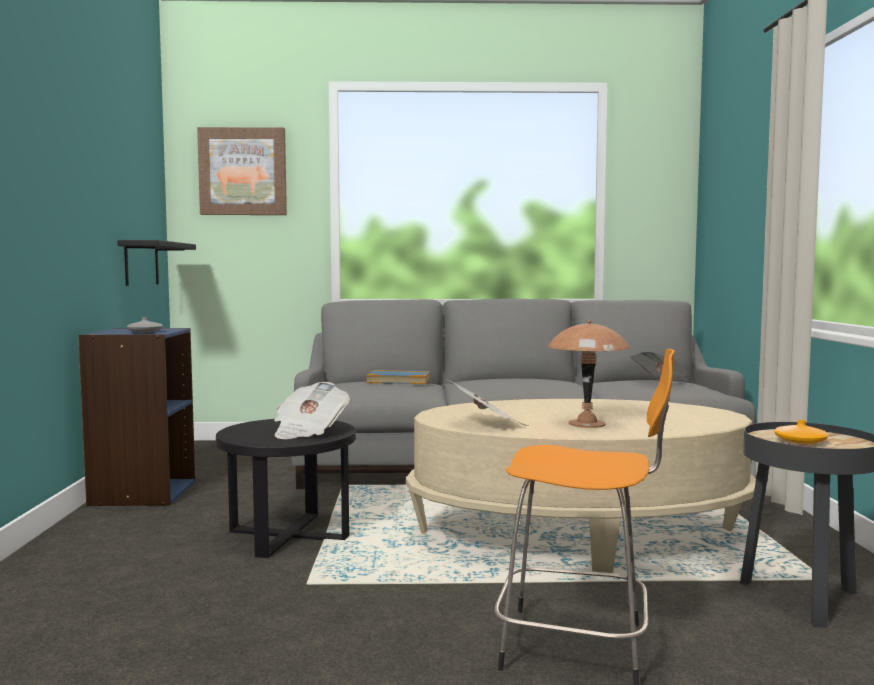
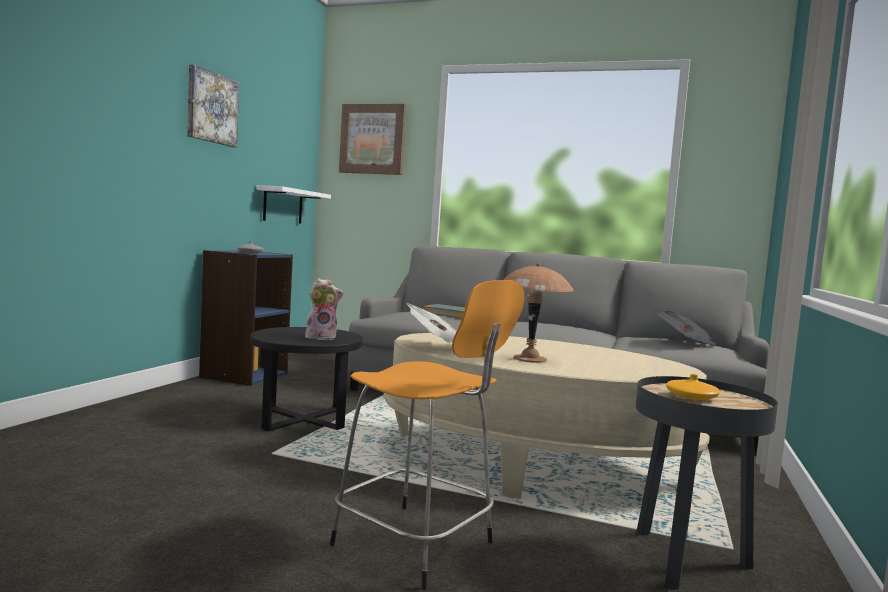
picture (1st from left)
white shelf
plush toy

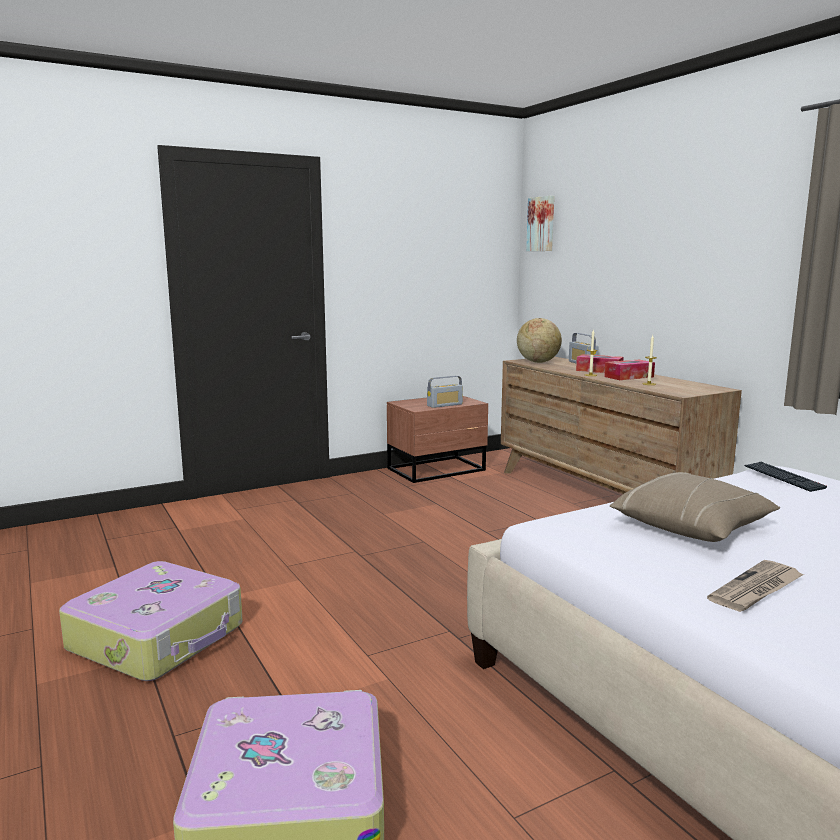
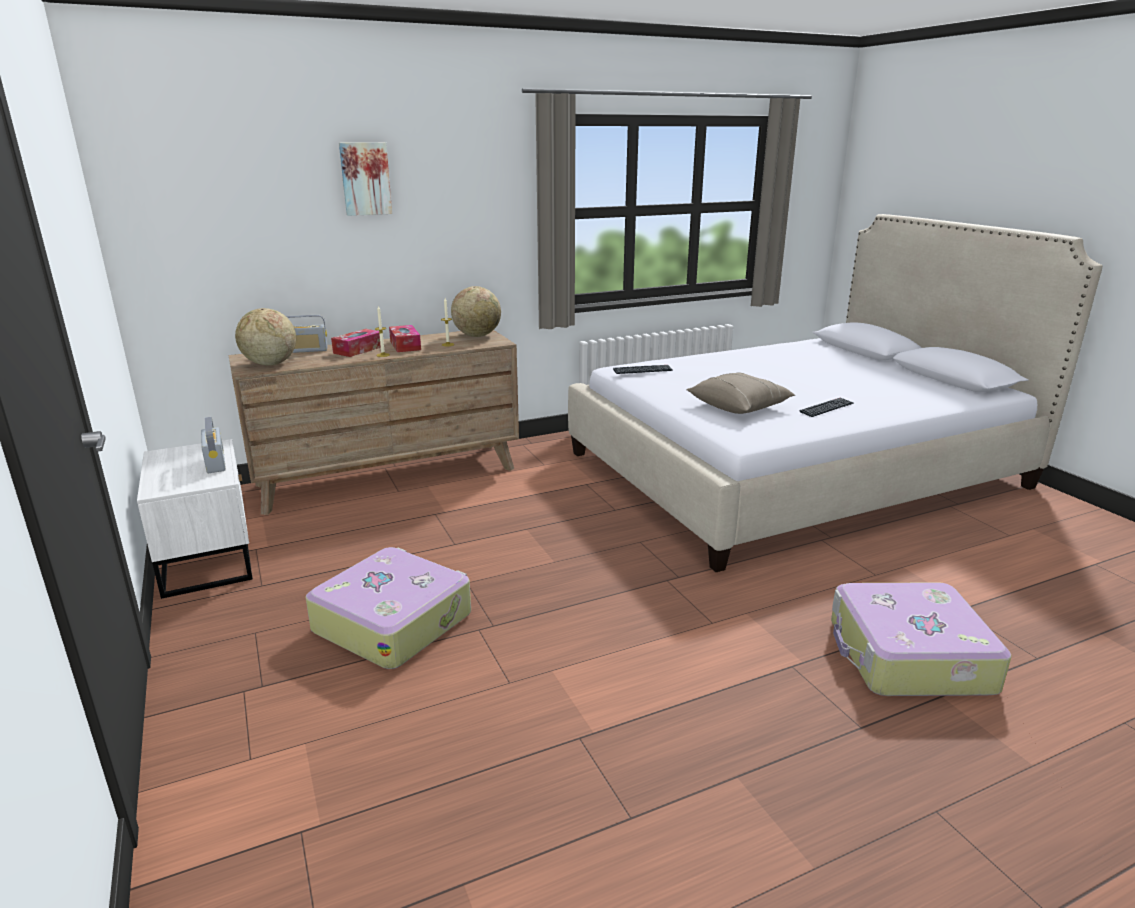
white nightstand
suitcase (1st from left)
picture
globe (2nd from left)
keyboard (2nd from left)

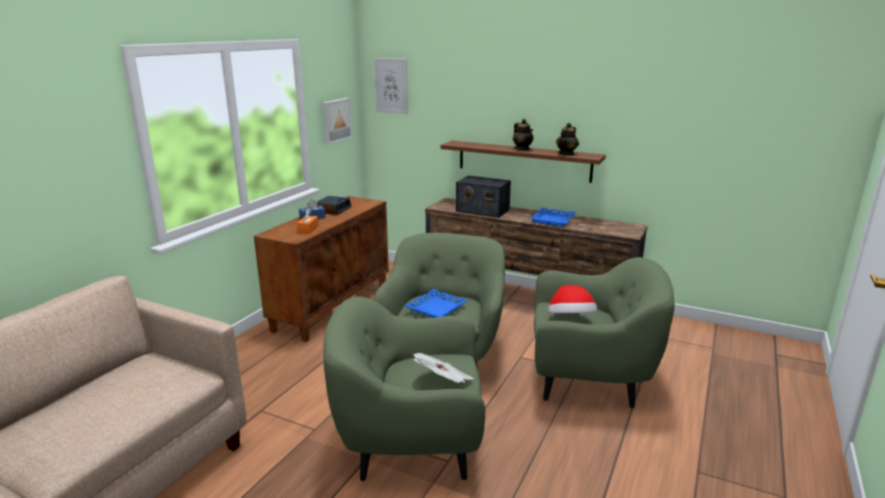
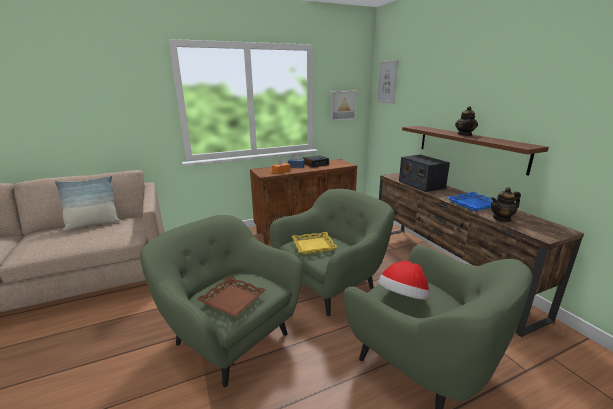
pillow
brown tray
yellow tray
teapot (2nd from left)

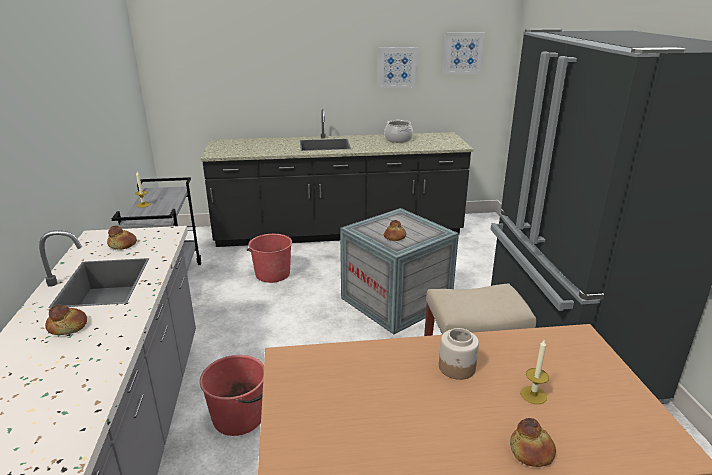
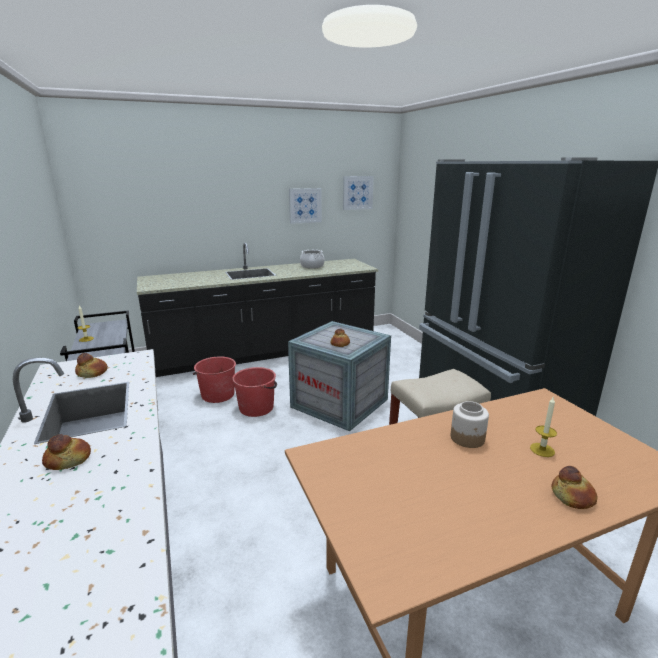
red bucket (2nd from left)

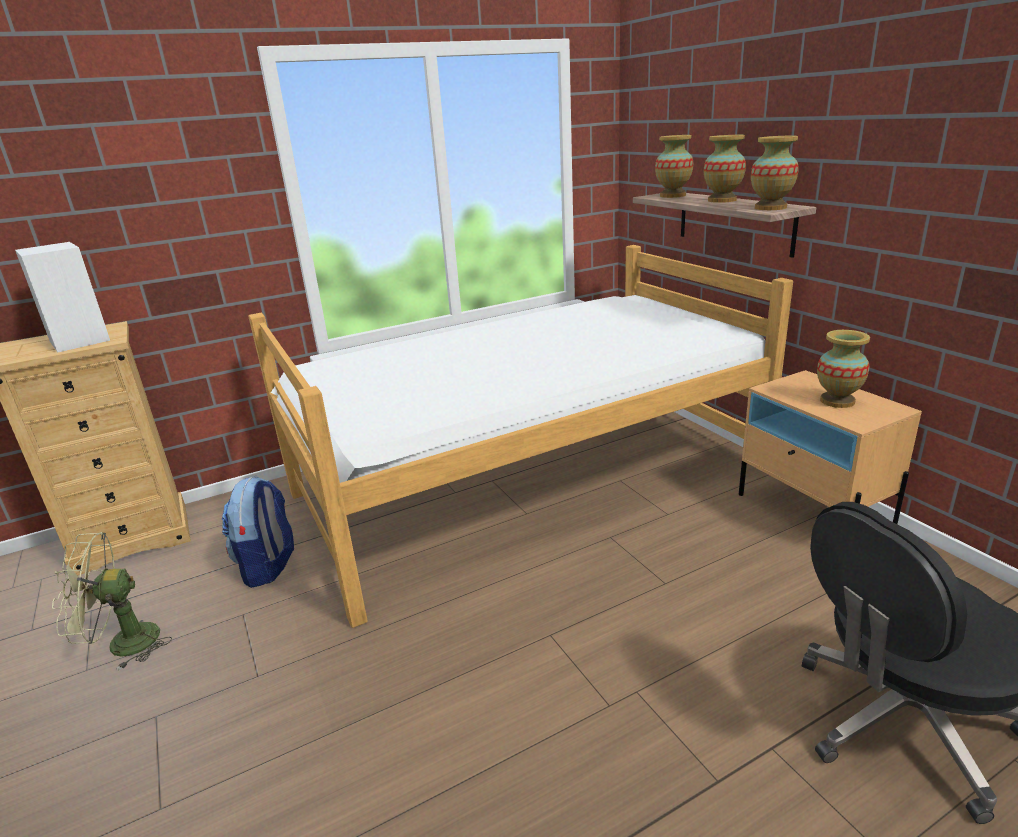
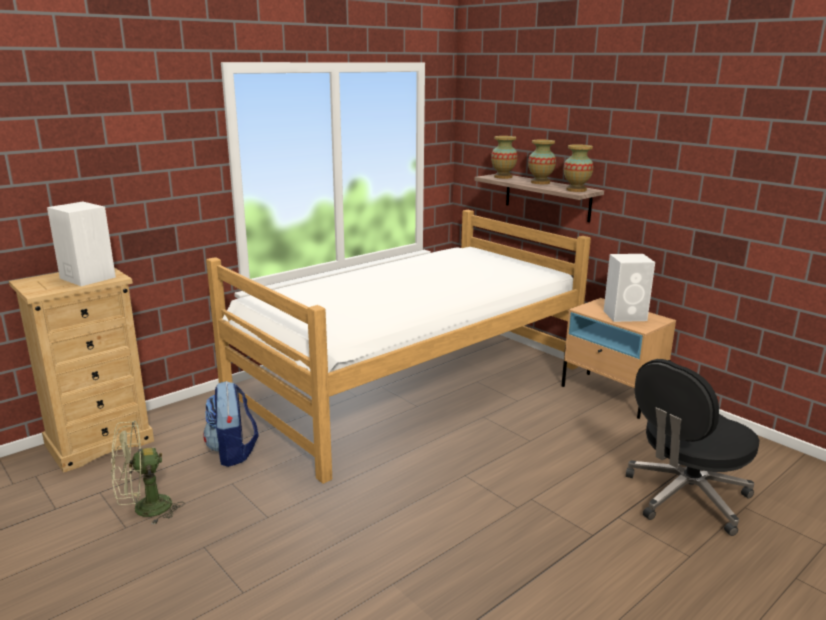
white speaker (2nd from left)

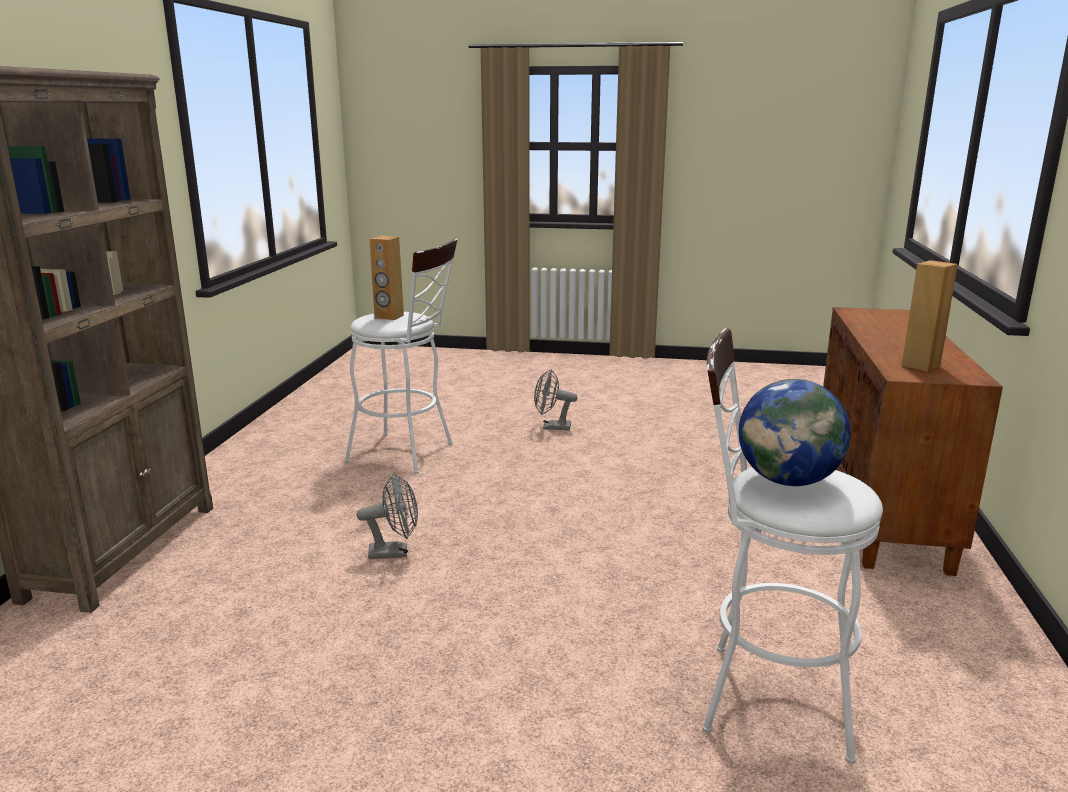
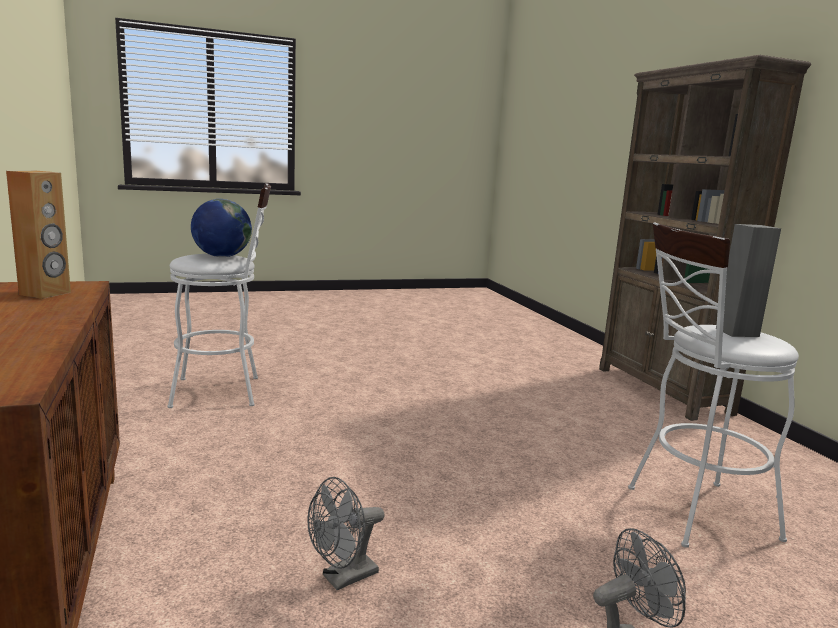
grey fan (1st from left)
grey speaker

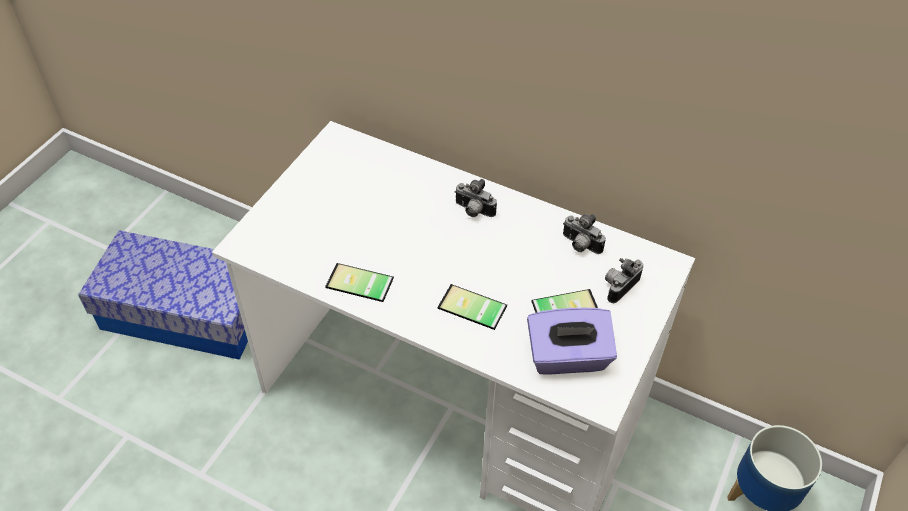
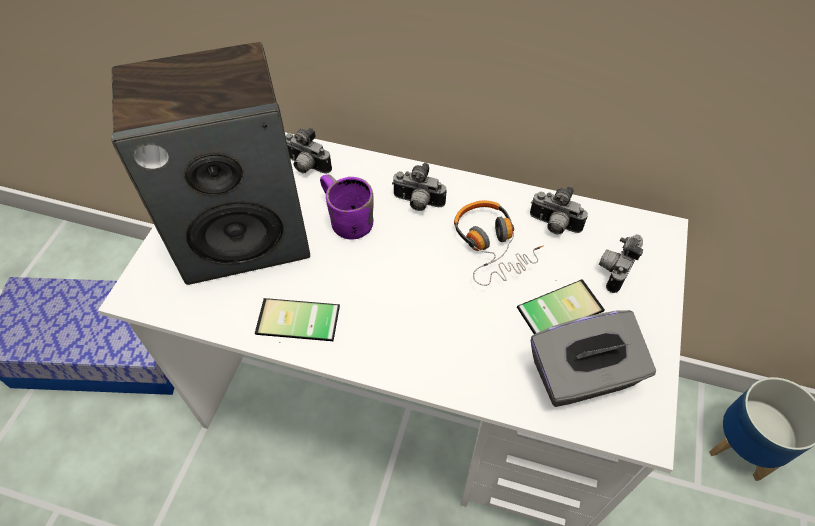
speaker
photo camera (1st from left)
purple mug
headphones
grey tissue box
phone (2nd from left in the first image)

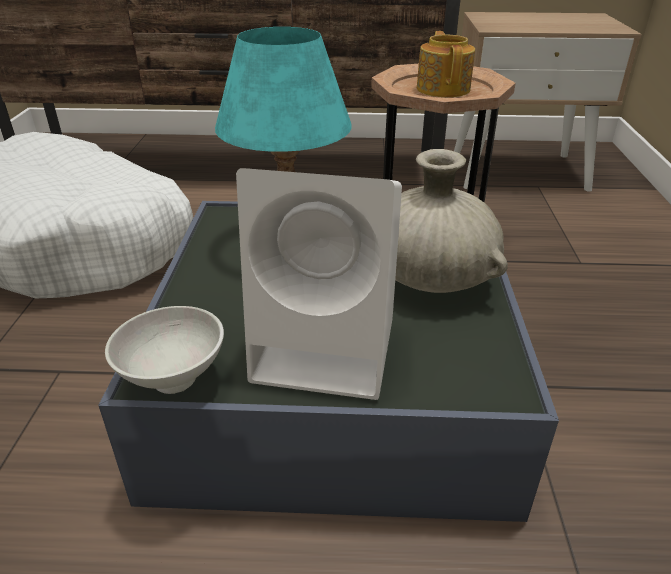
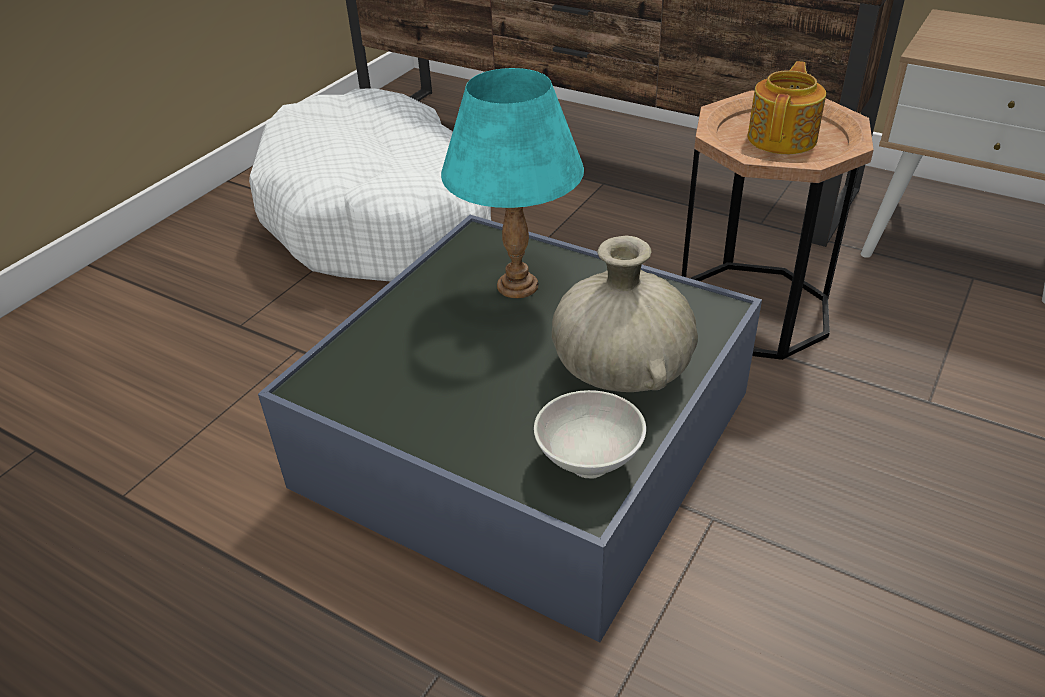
white bowl
white speaker

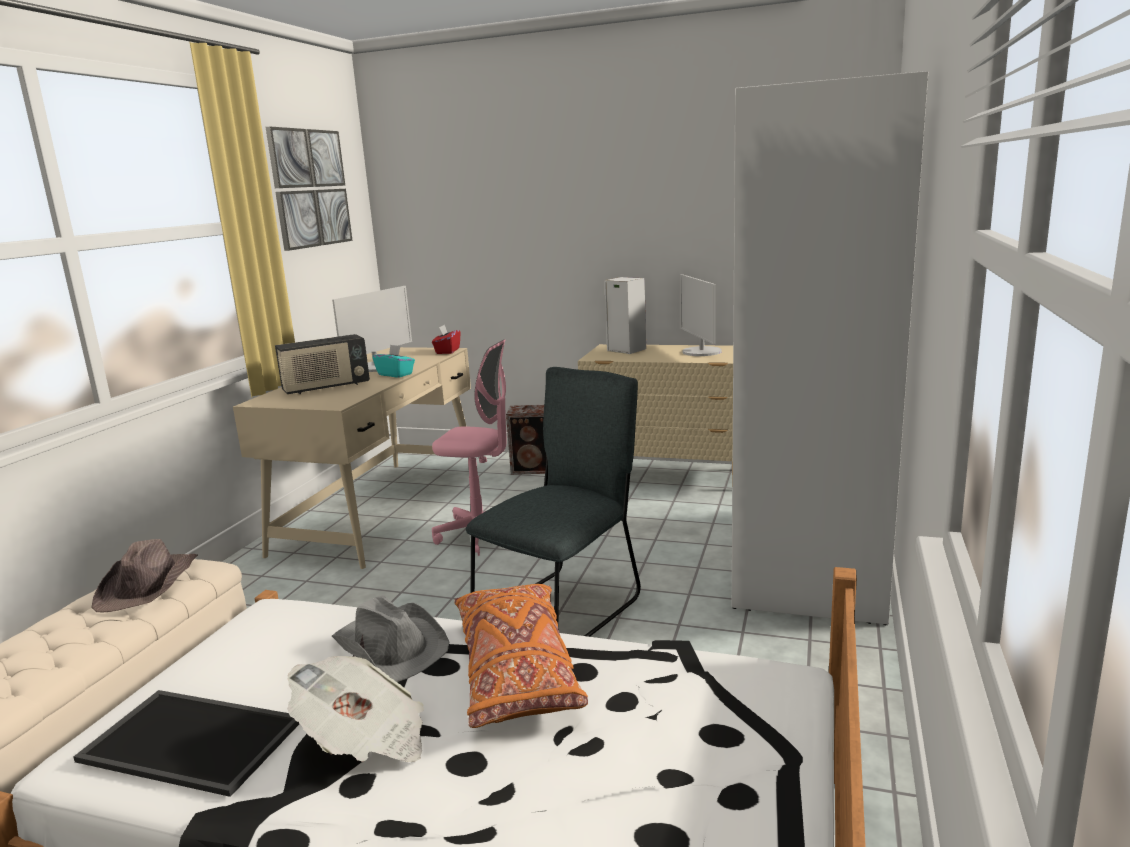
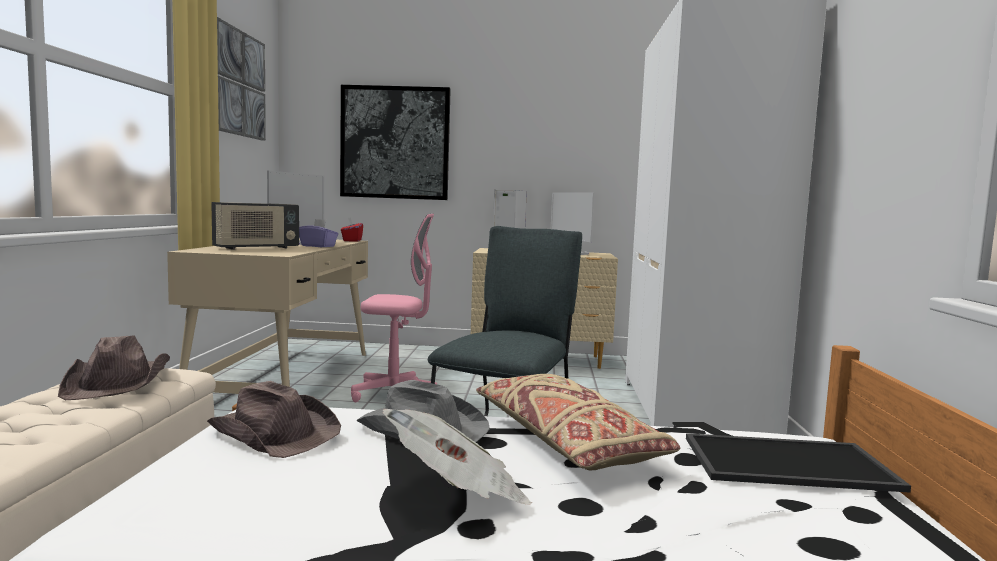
brown hat (2nd from left)
purple tissue box
picture (2nd from left)
beige pillow
tray
speaker (1st from left in the first image)

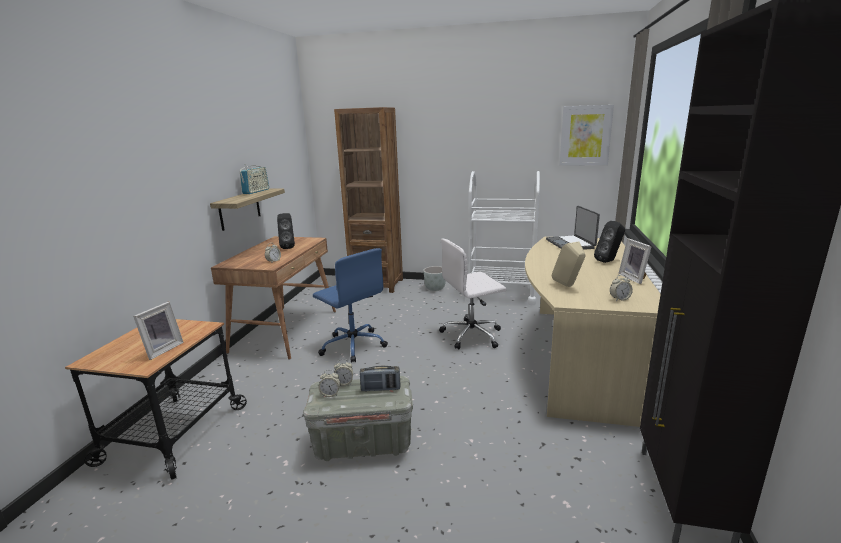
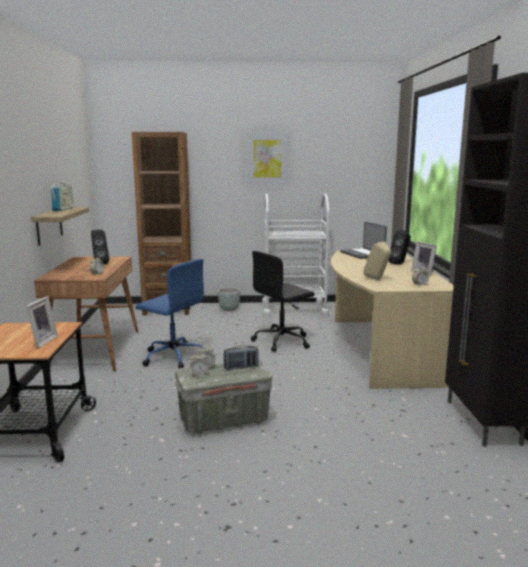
picture
black office chair

